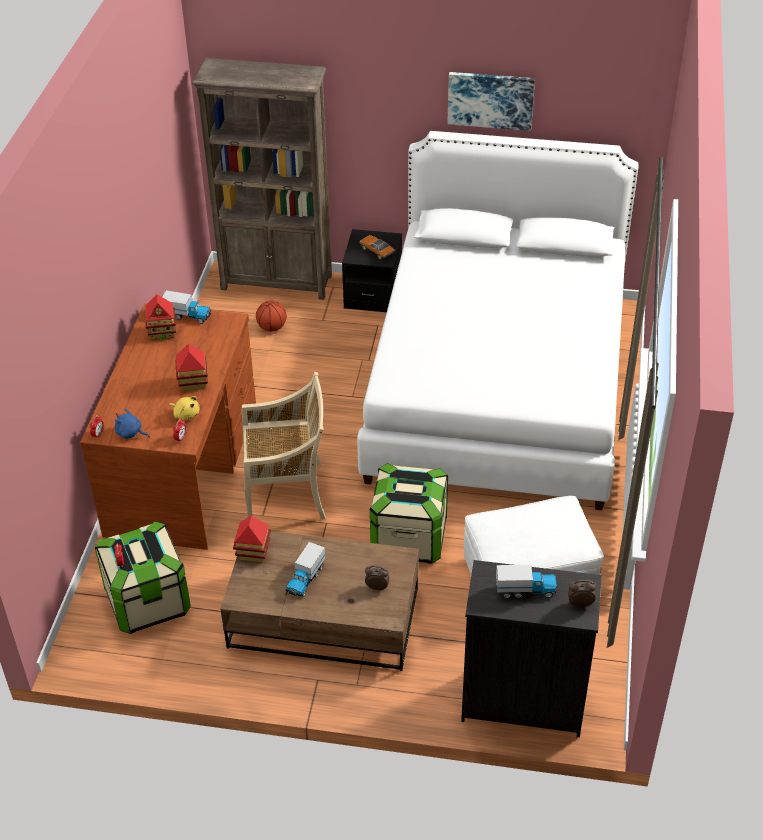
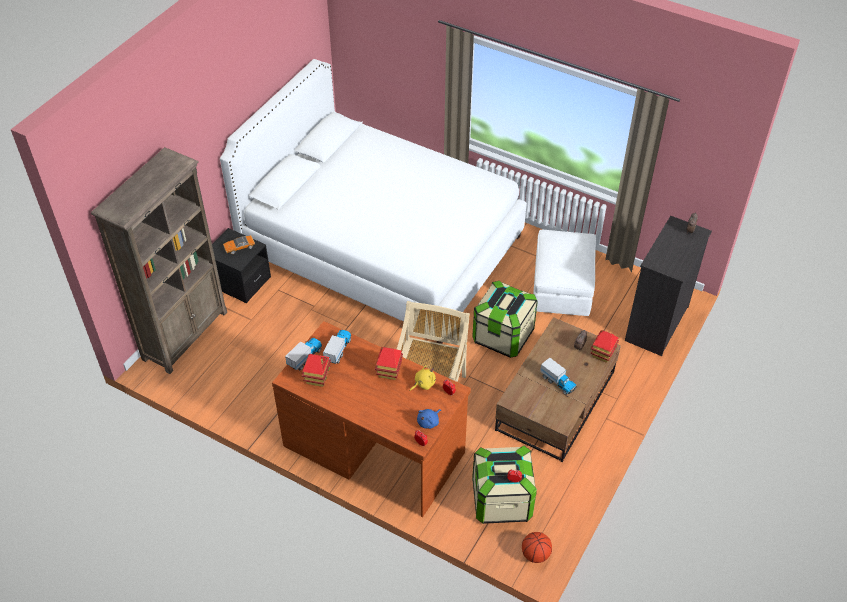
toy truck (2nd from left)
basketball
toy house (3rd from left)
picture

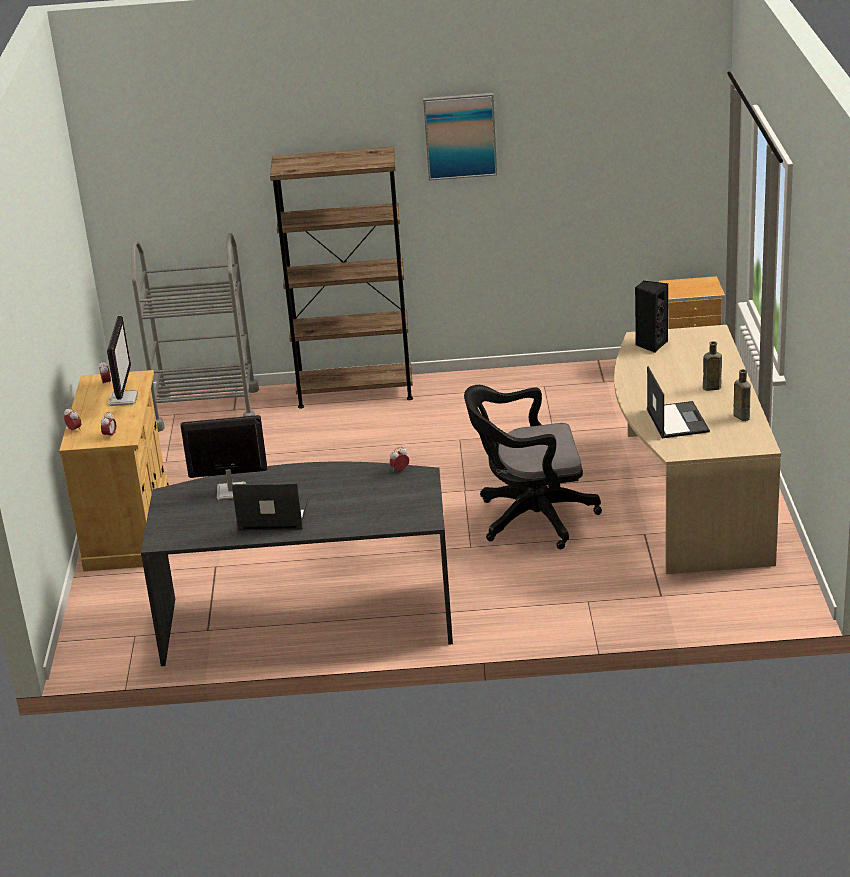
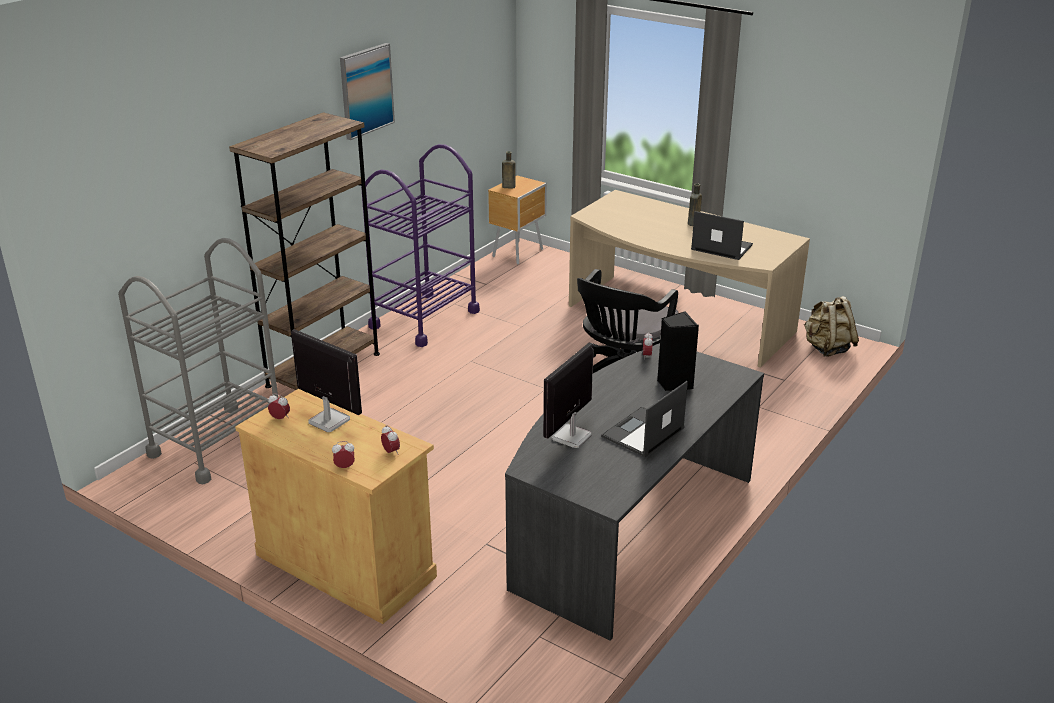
purple cart
brown bottle (1st from left)
black speaker
beige backpack

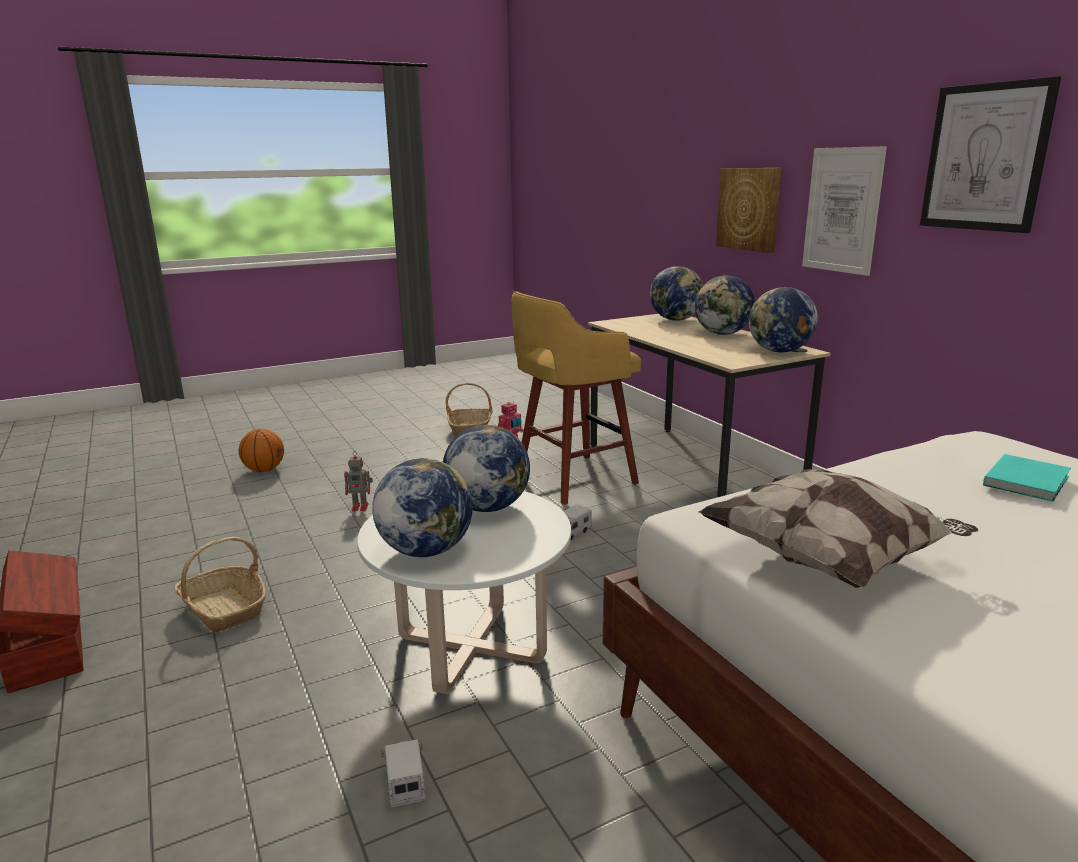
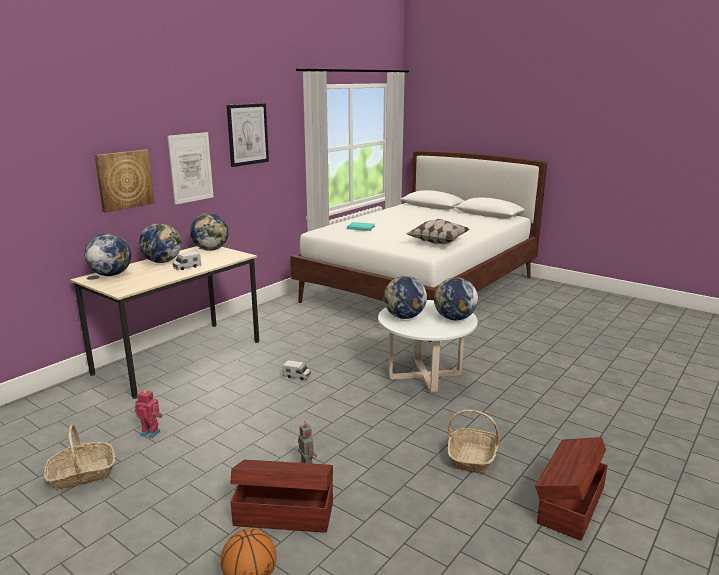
toy truck (1st from left)
brown storage box (1st from left)
yellow stool

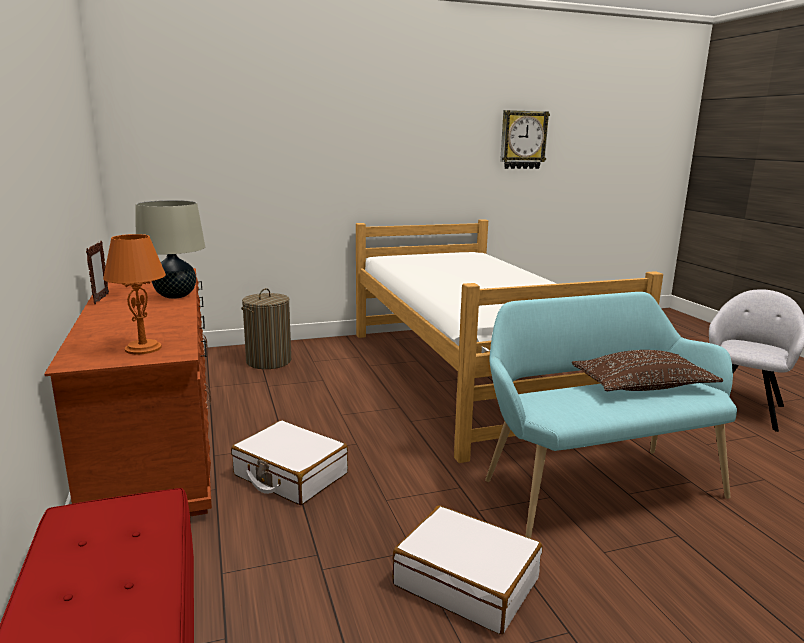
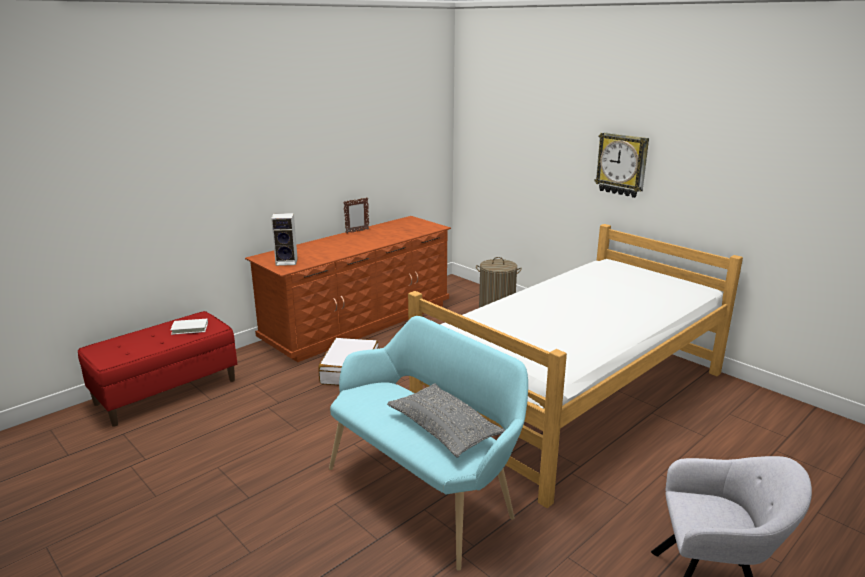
white book
speaker
grey pillow
wall clock
beige table lamp
white suitcase (2nd from left in the first image)

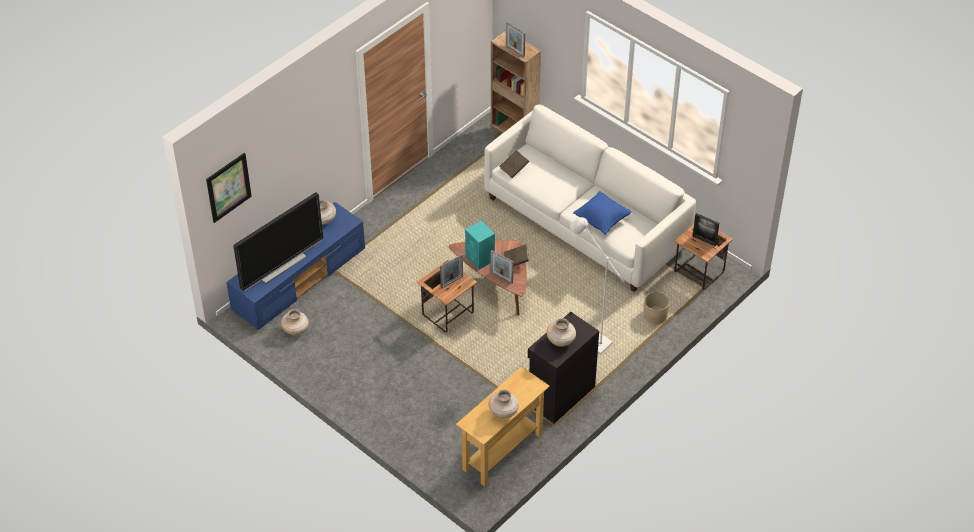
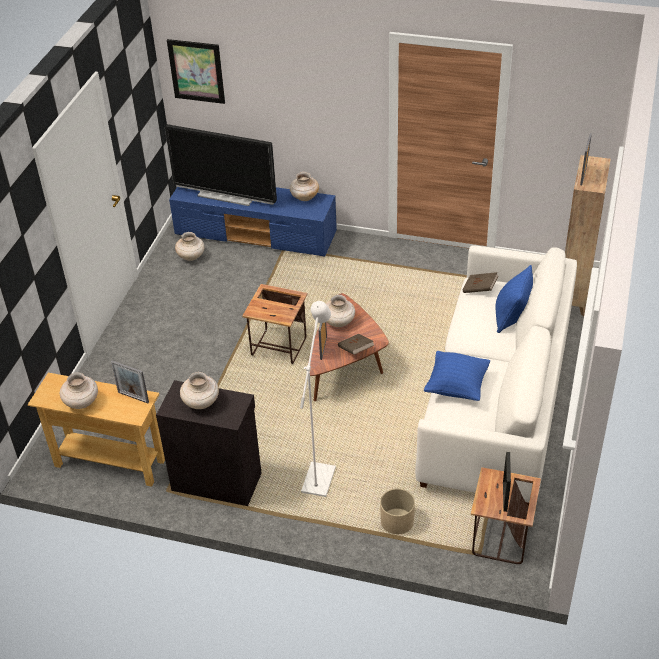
picture frame (1st from left)
beige vase (5th from left)
blue pillow (2nd from left)

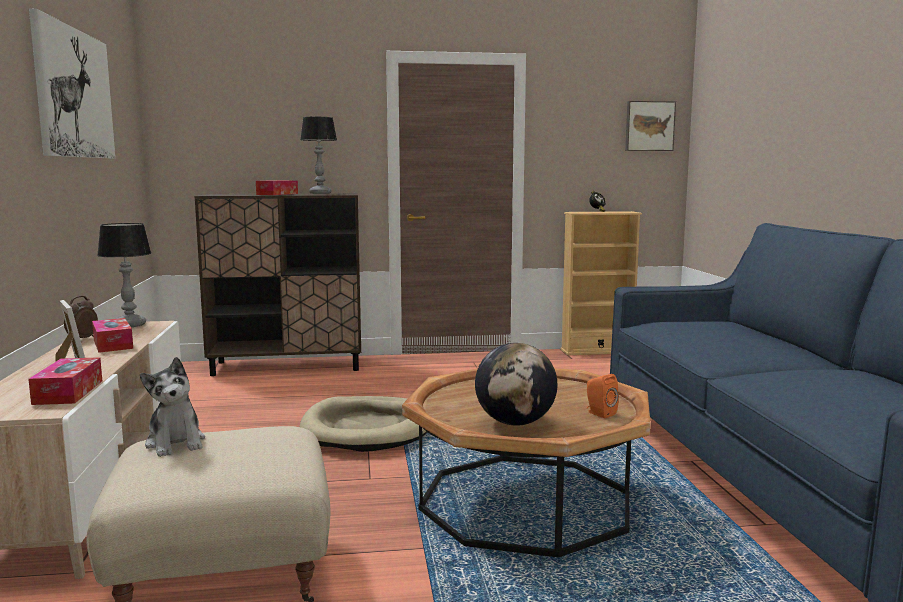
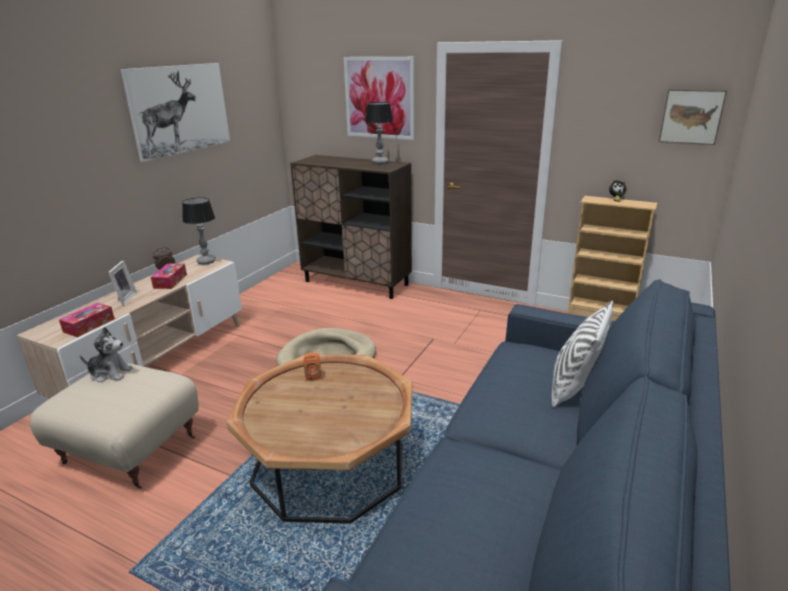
plush toy
orange speaker
picture (2nd from left)
white pillow
tissue box (3rd from left in the first image)
globe

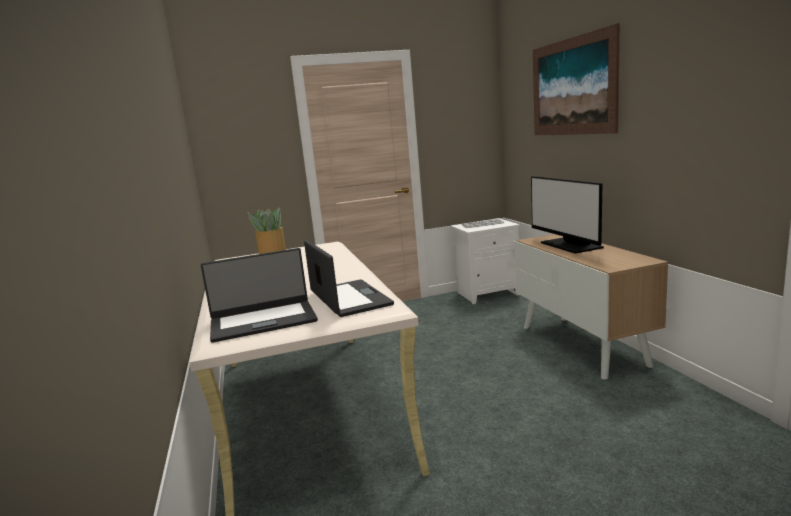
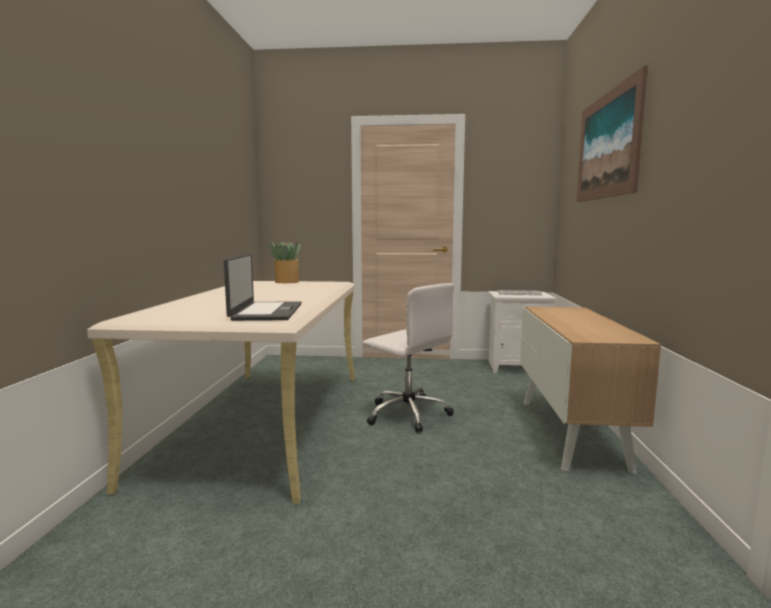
white office chair
laptop (1st from left in the first image)
monitor

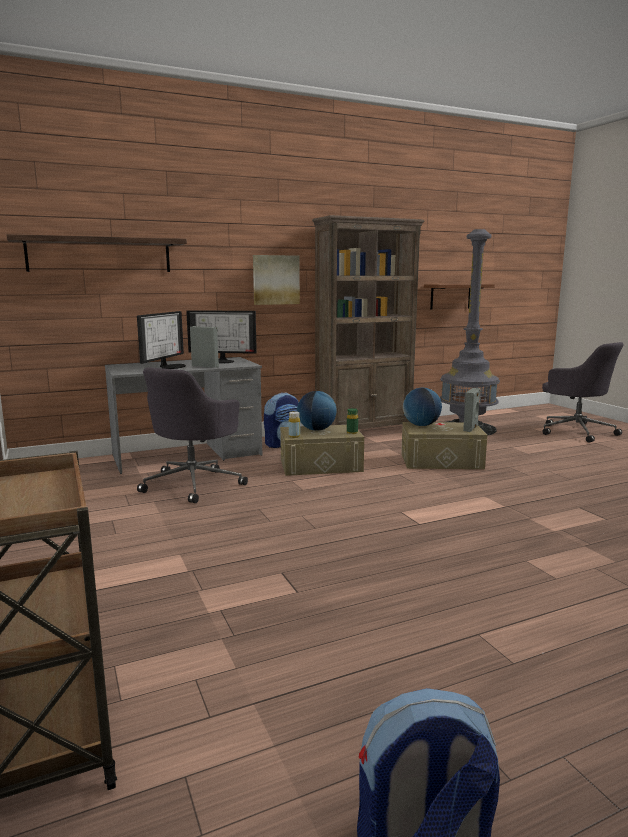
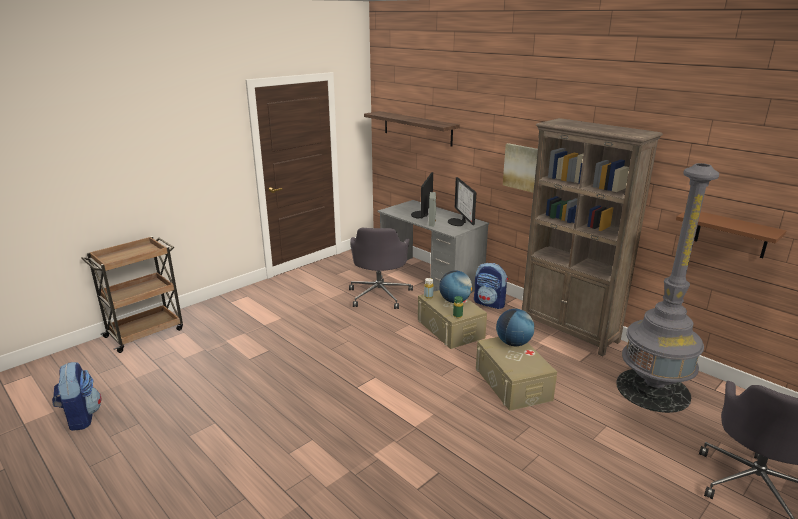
grey office chair (1st from left)
monitor (1st from left)
grey speaker (2nd from left in the first image)

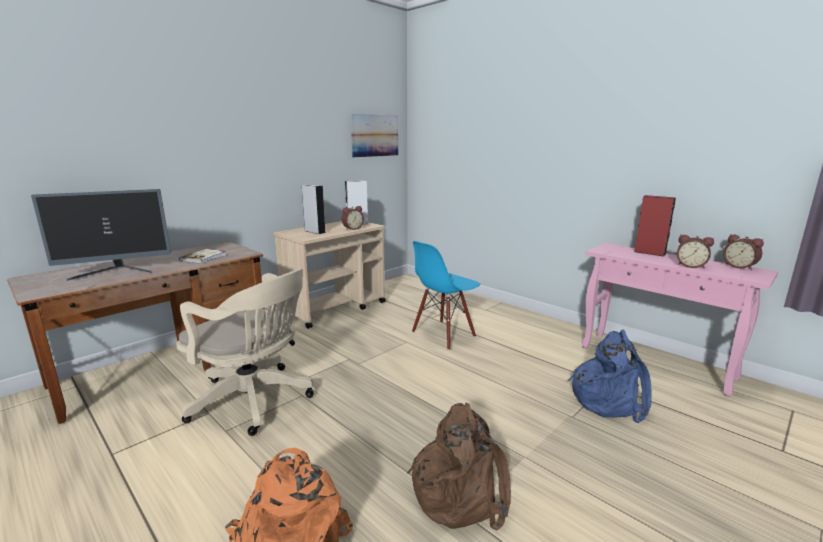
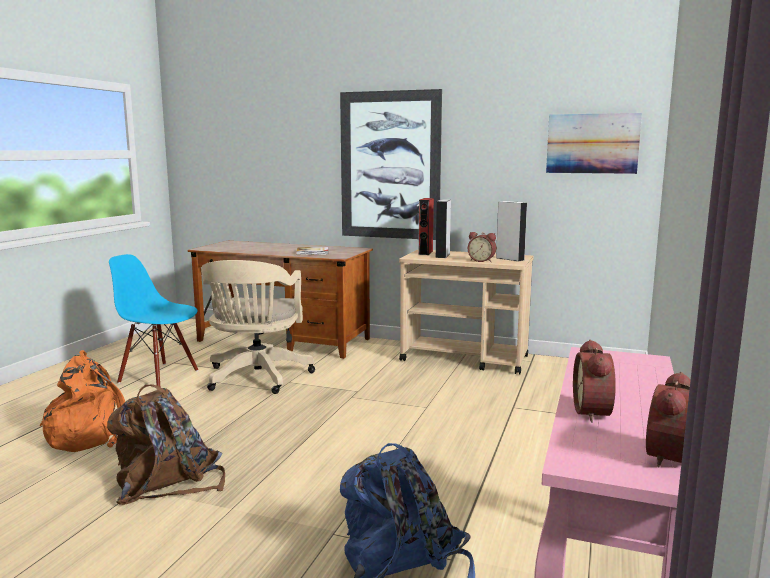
blue chair
picture (1st from left)
red speaker
monitor

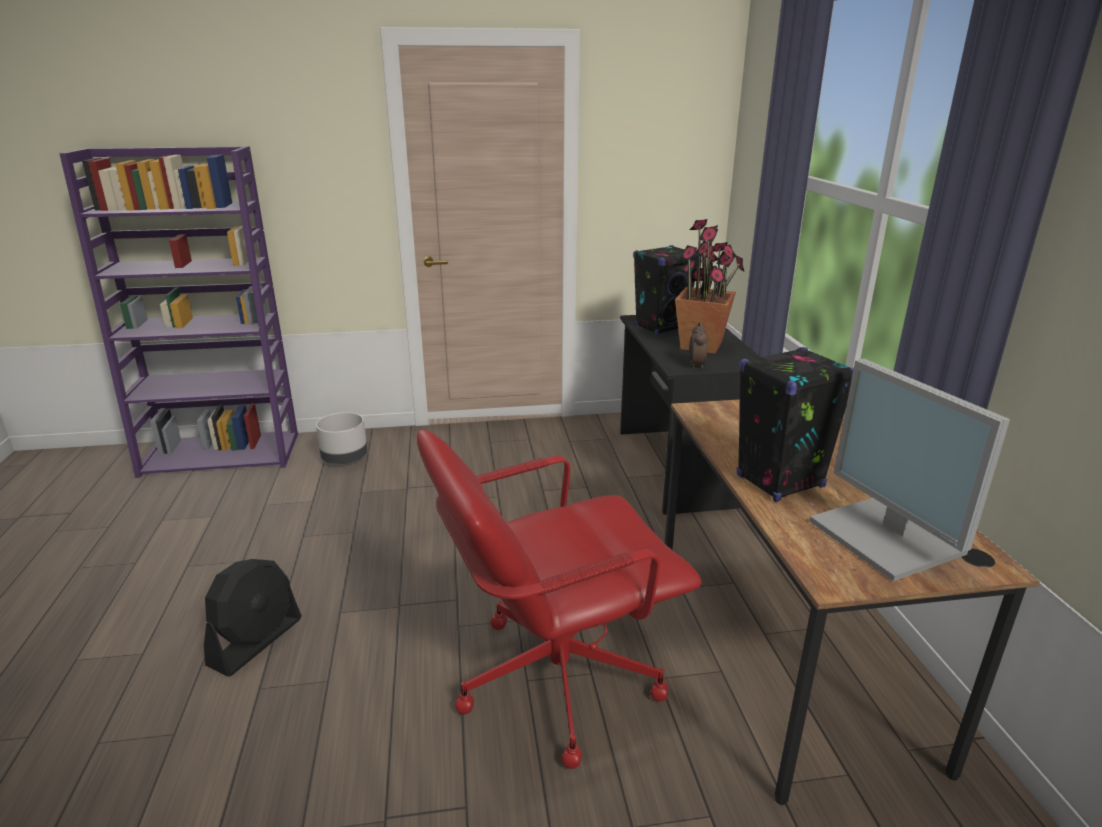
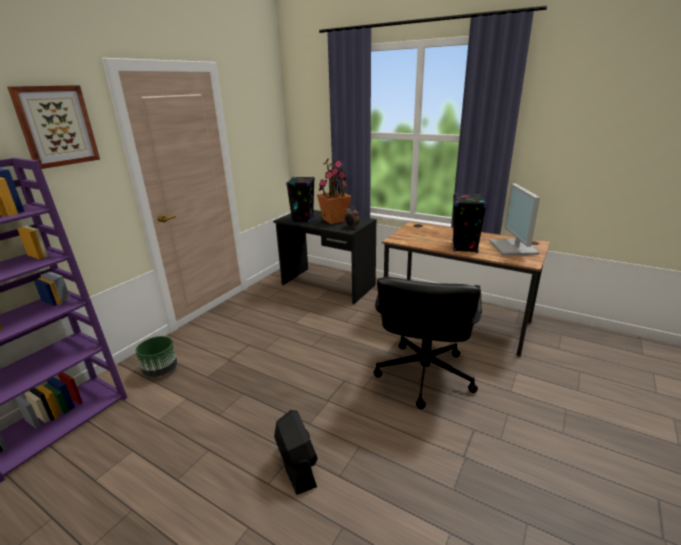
picture
green planter
black office chair
monitor

